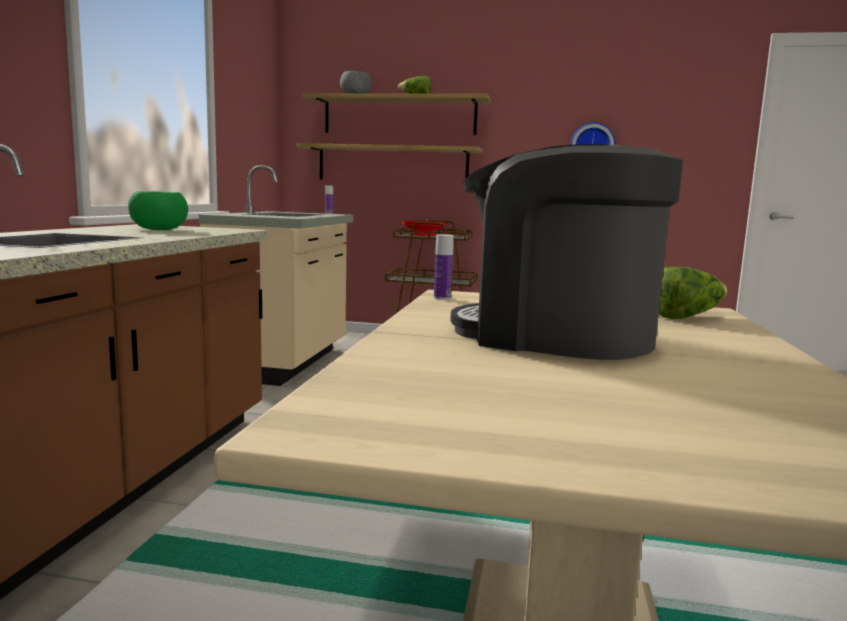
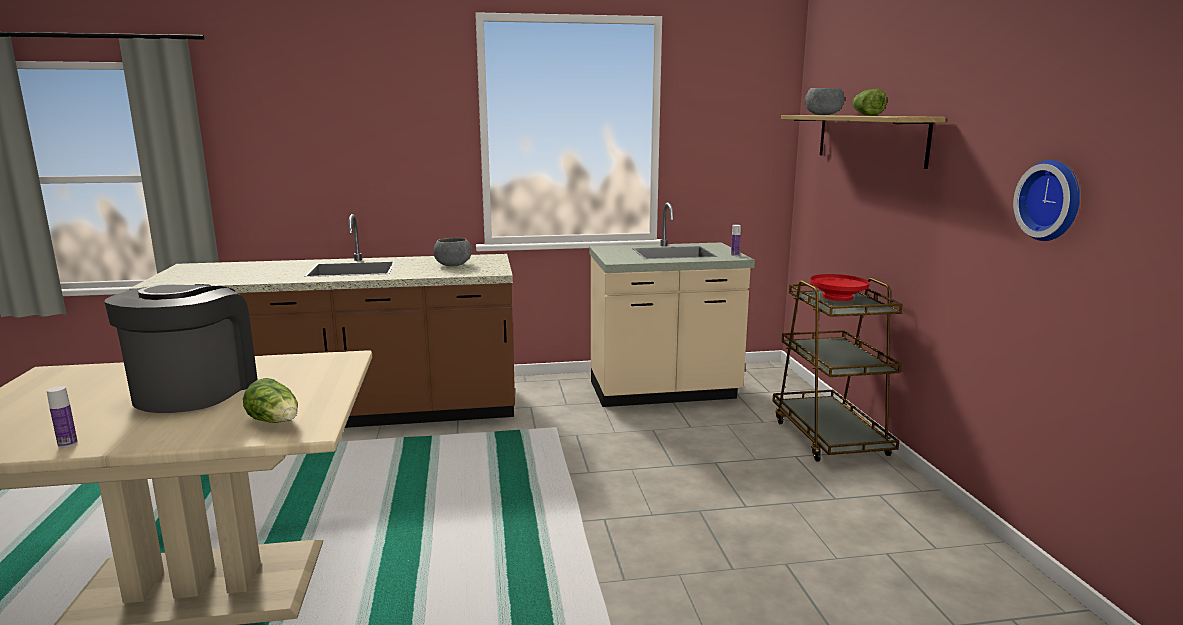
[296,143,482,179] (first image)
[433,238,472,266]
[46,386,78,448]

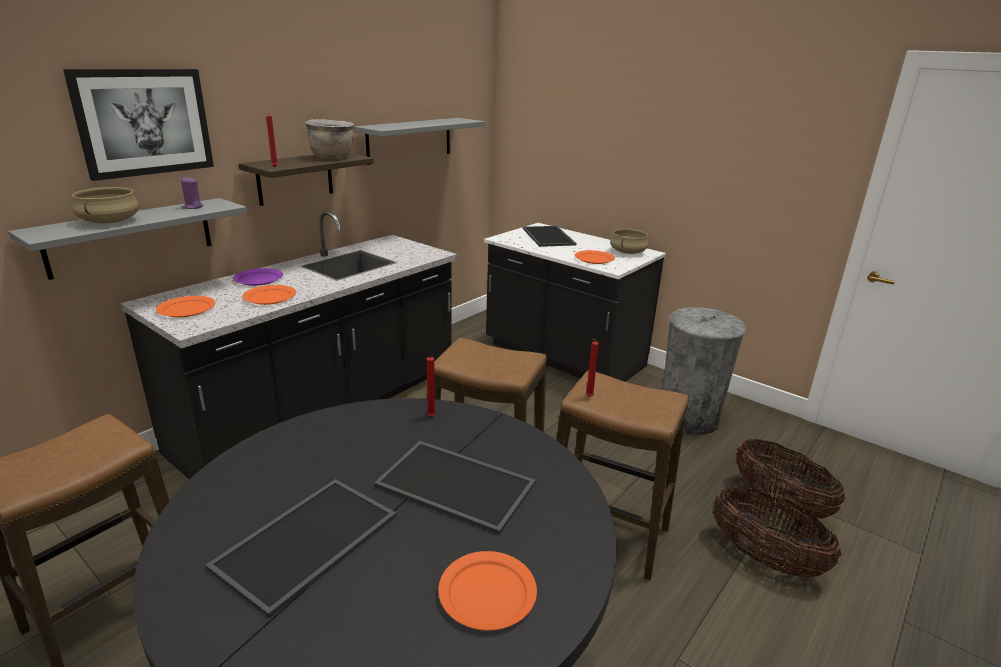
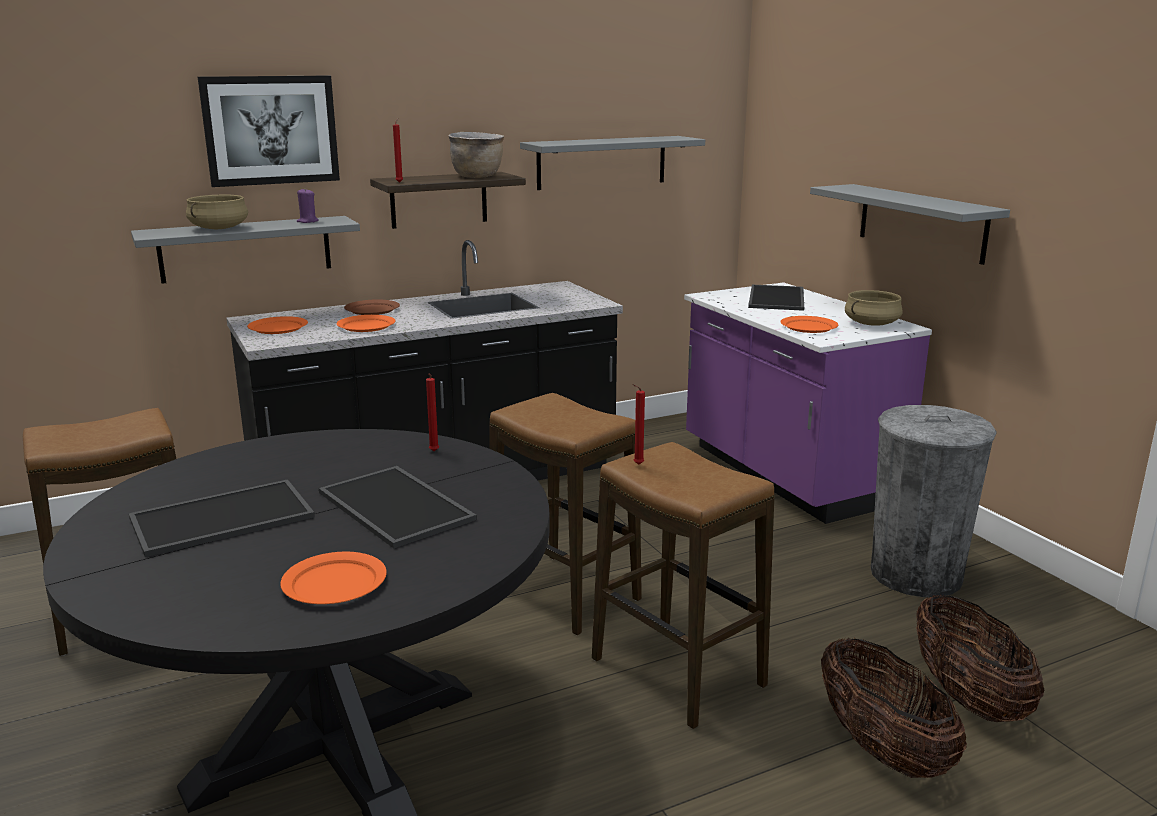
[684,282,932,524]
[344,299,400,315]
[810,184,1010,265]

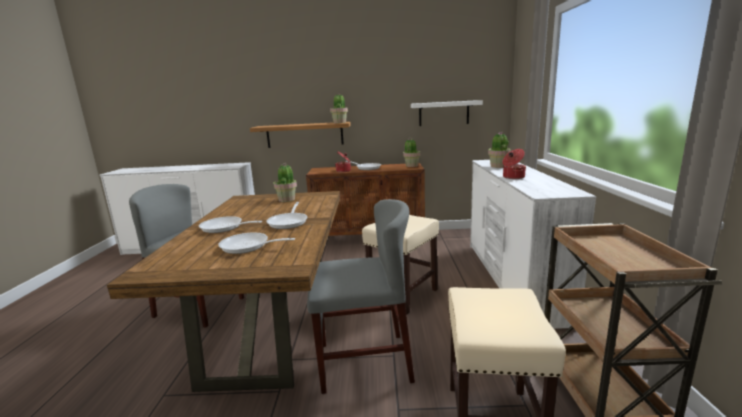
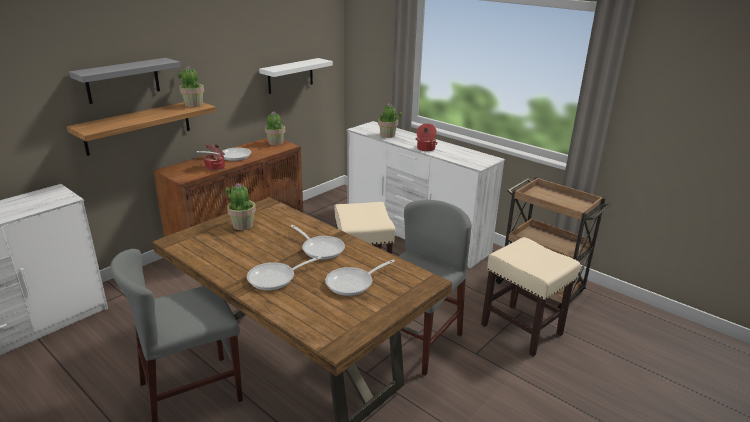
[69,58,181,104]

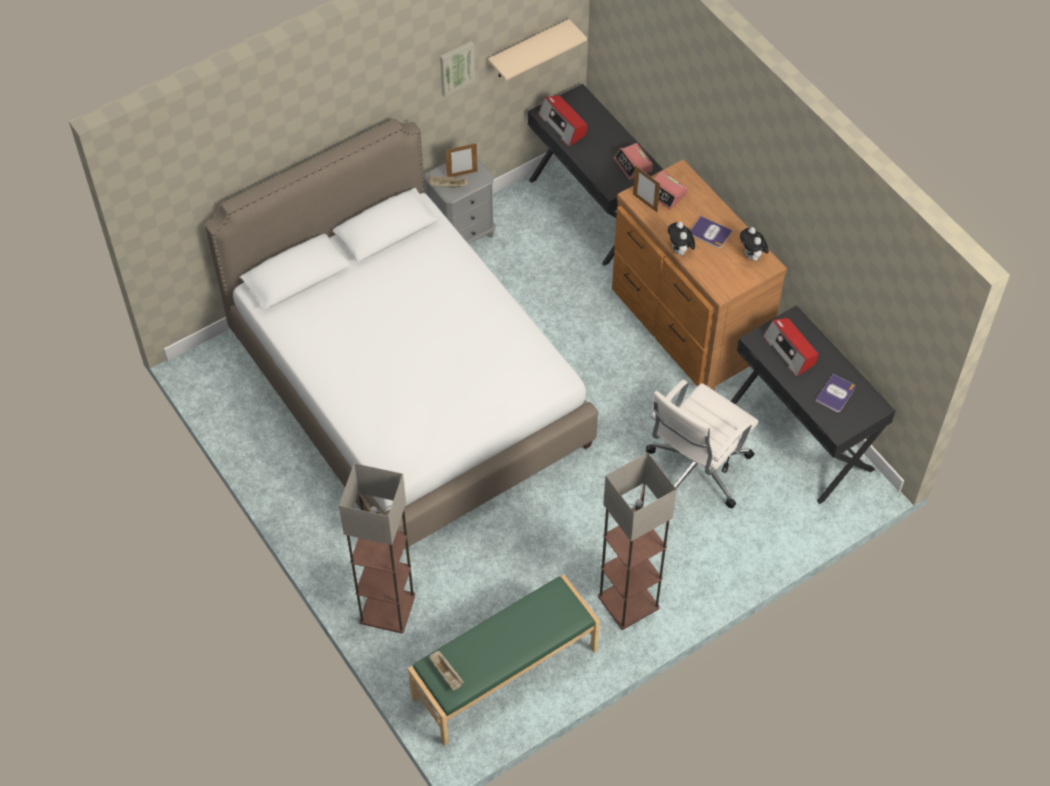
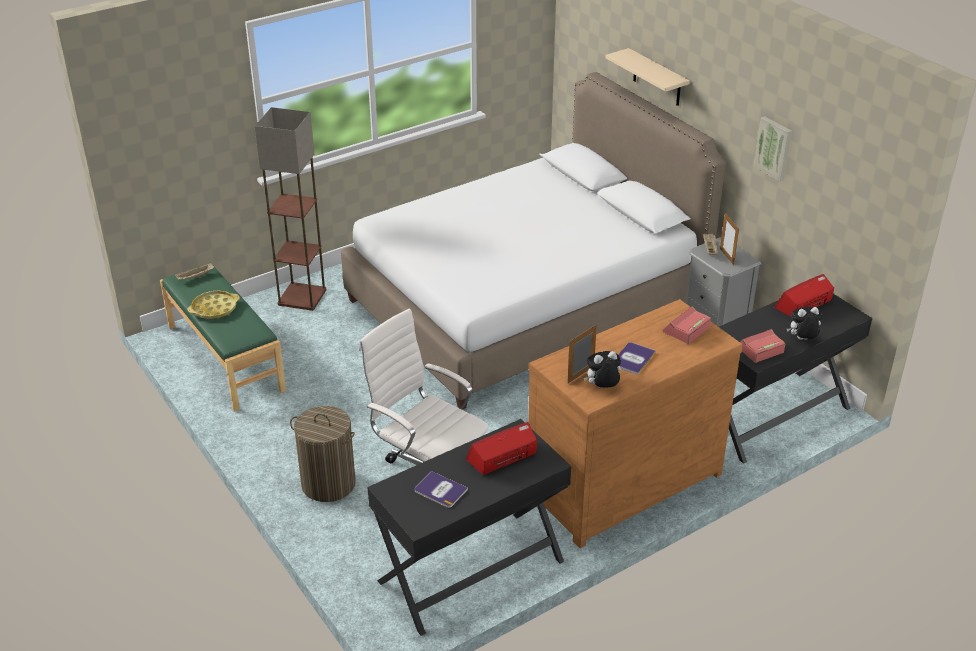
[605,48,690,106]
[567,324,597,384]
[787,307,822,340]
[598,453,677,630] (first image)
[187,291,240,319]
[290,406,356,502]

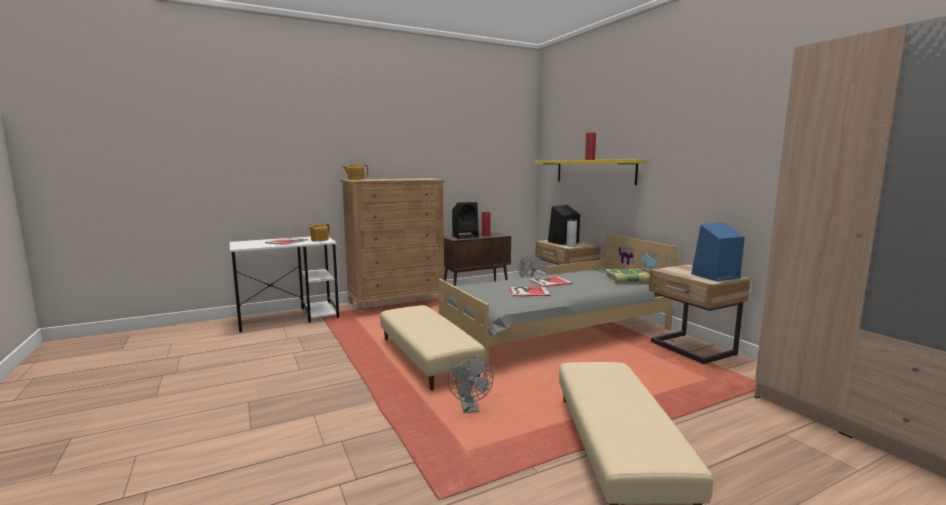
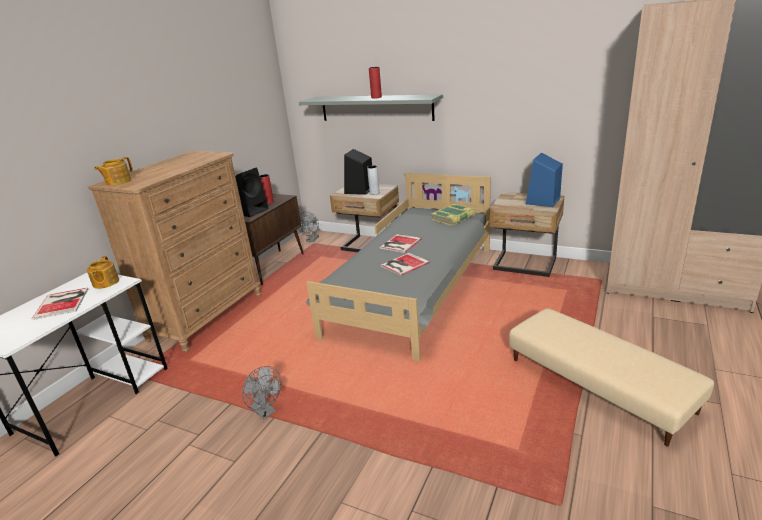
[299,94,443,121]
[380,305,485,390] (first image)
[242,366,281,419]

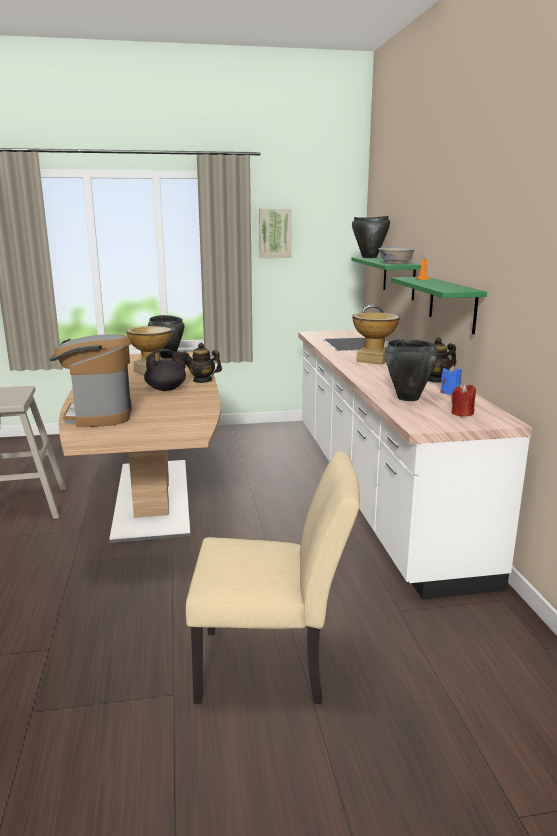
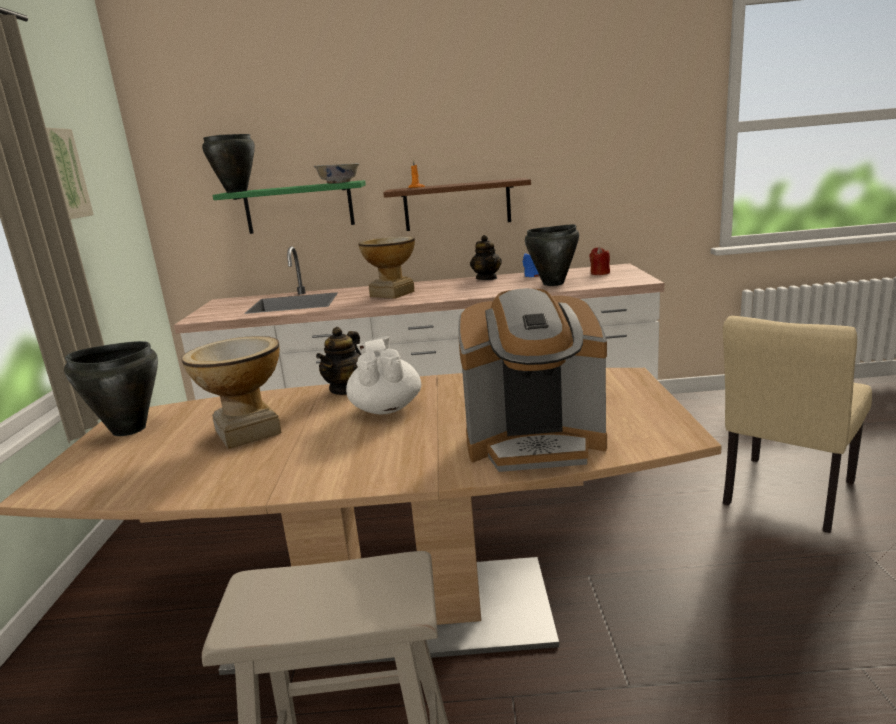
[383,178,531,231]
[346,336,421,415]
[723,316,872,533]

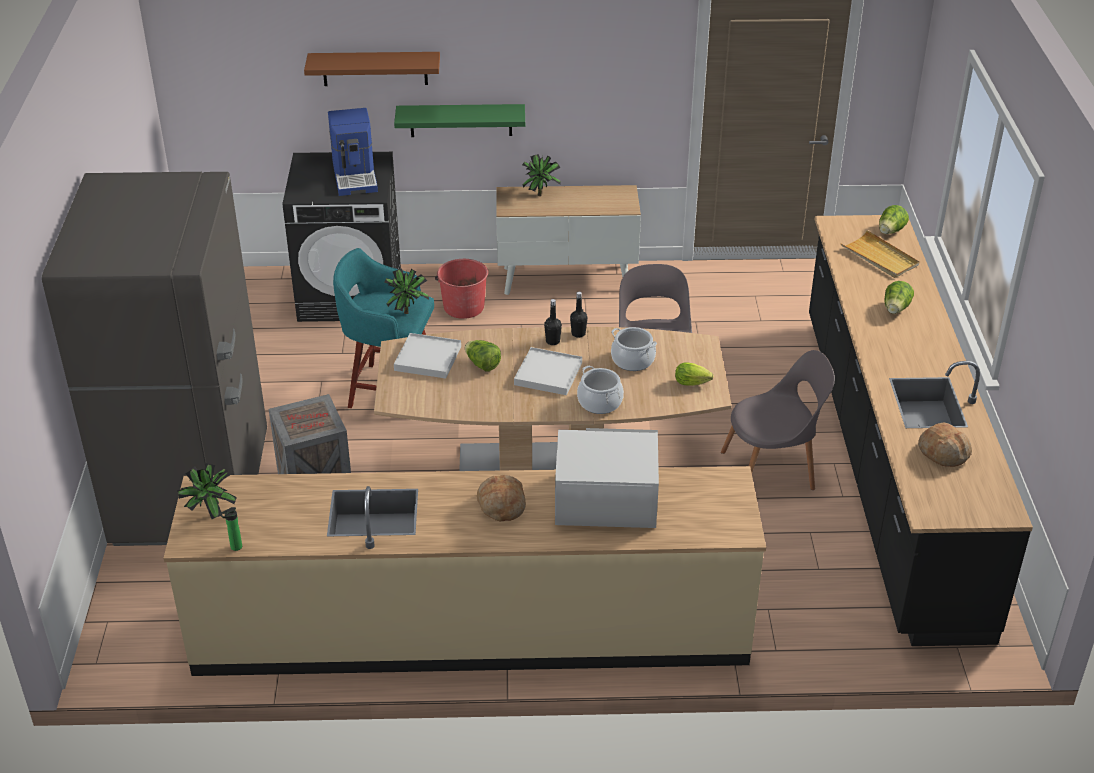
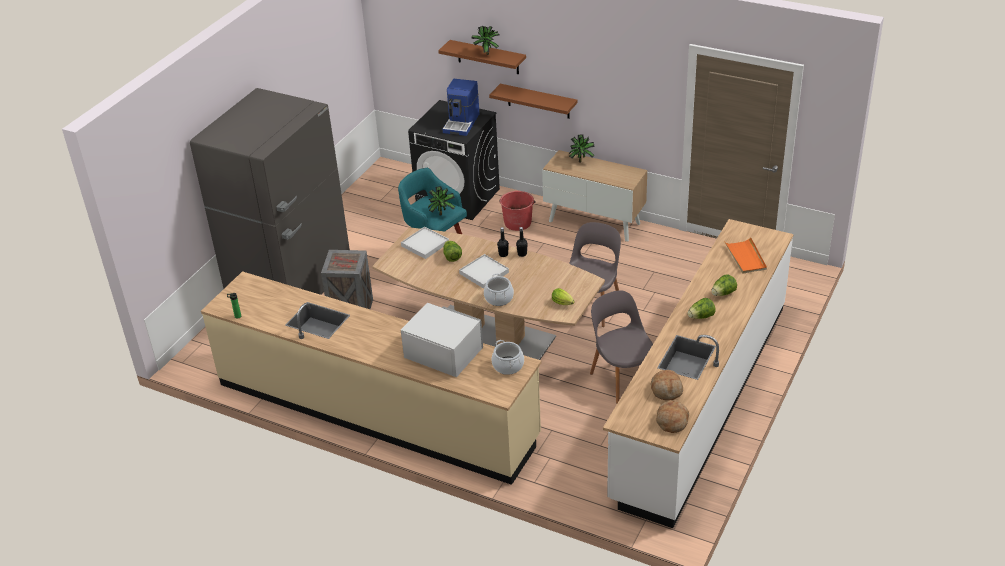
[489,84,577,119]
[688,298,716,319]
[603,219,794,528]
[724,237,767,274]
[492,340,524,375]
[590,290,653,404]
[471,26,499,55]
[656,401,689,433]

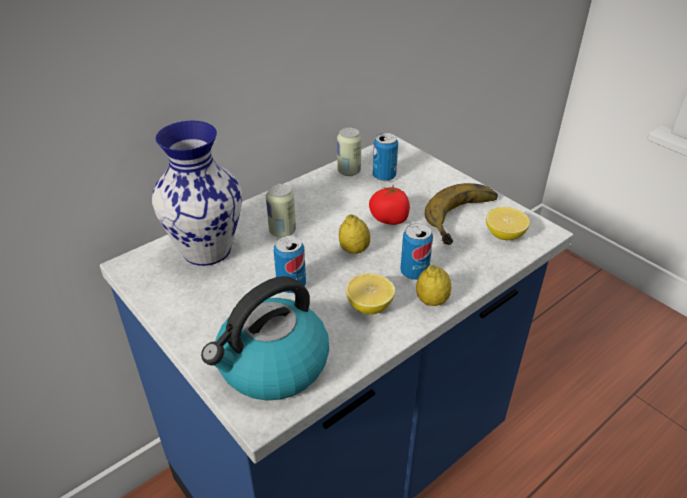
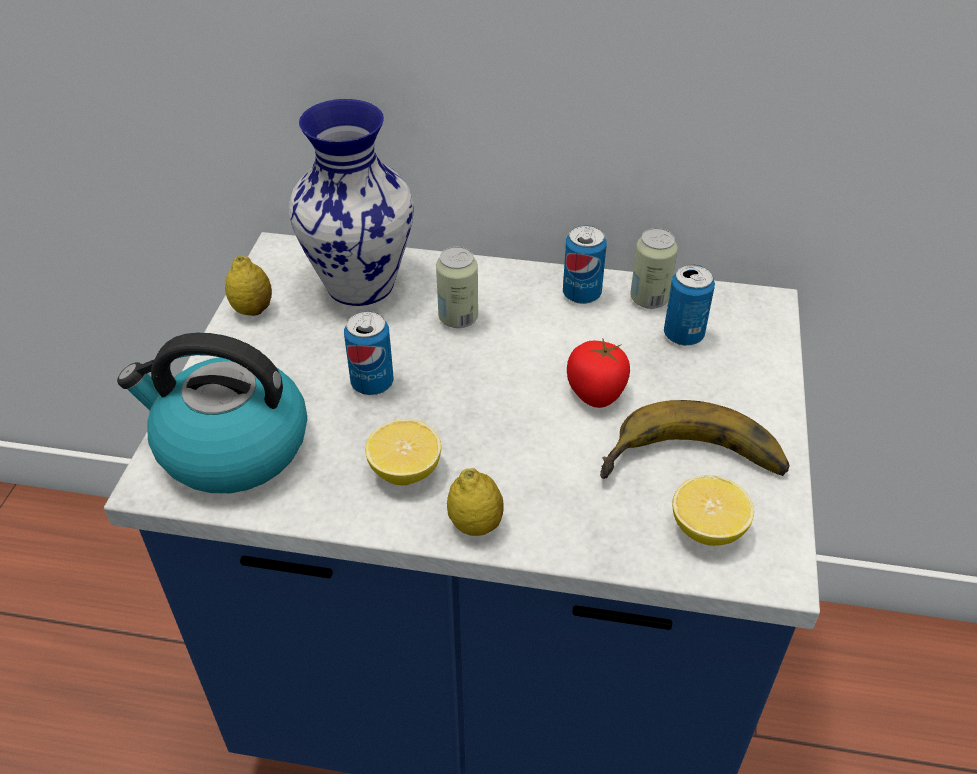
[225,256,272,316]
[563,225,607,304]

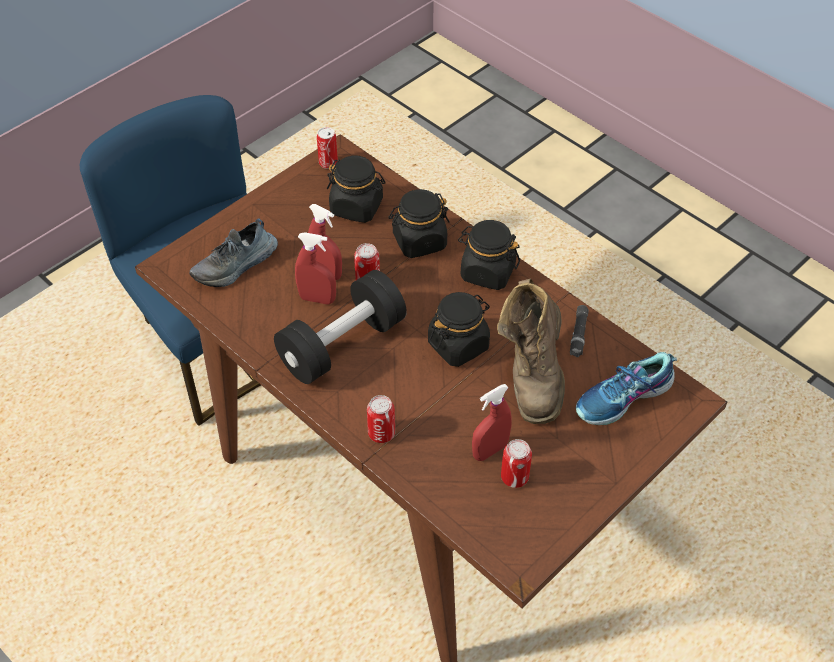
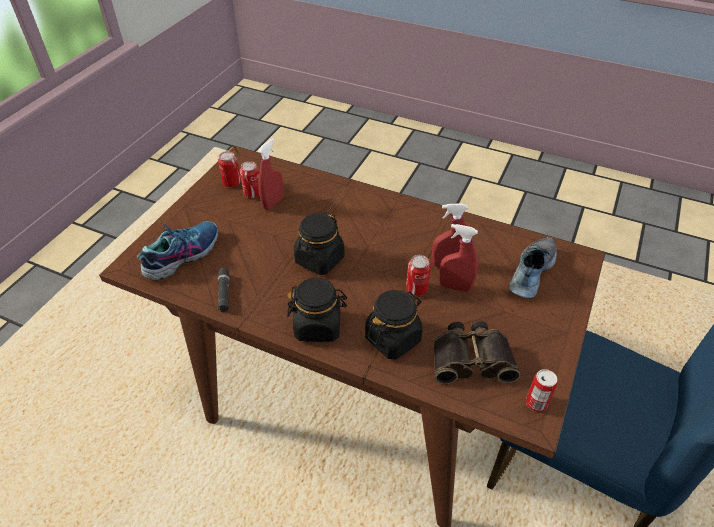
[433,321,521,384]
[274,270,407,384] (first image)
[497,279,565,424] (first image)
[218,151,241,187]

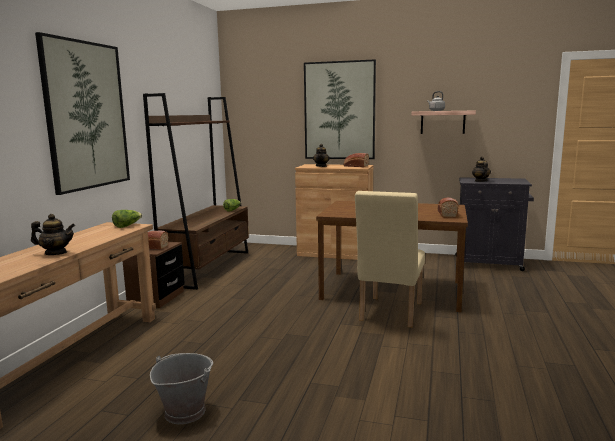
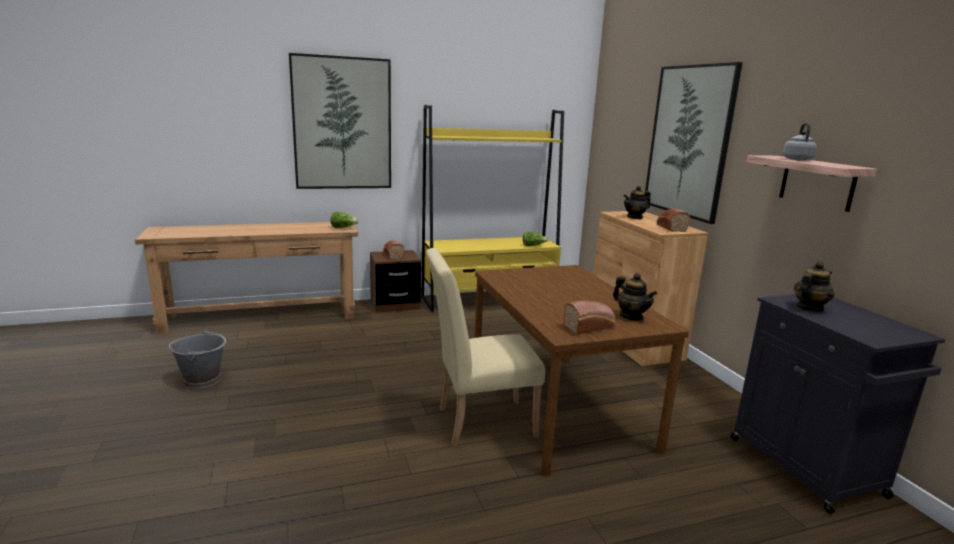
[421,105,564,312]
[613,273,657,320]

